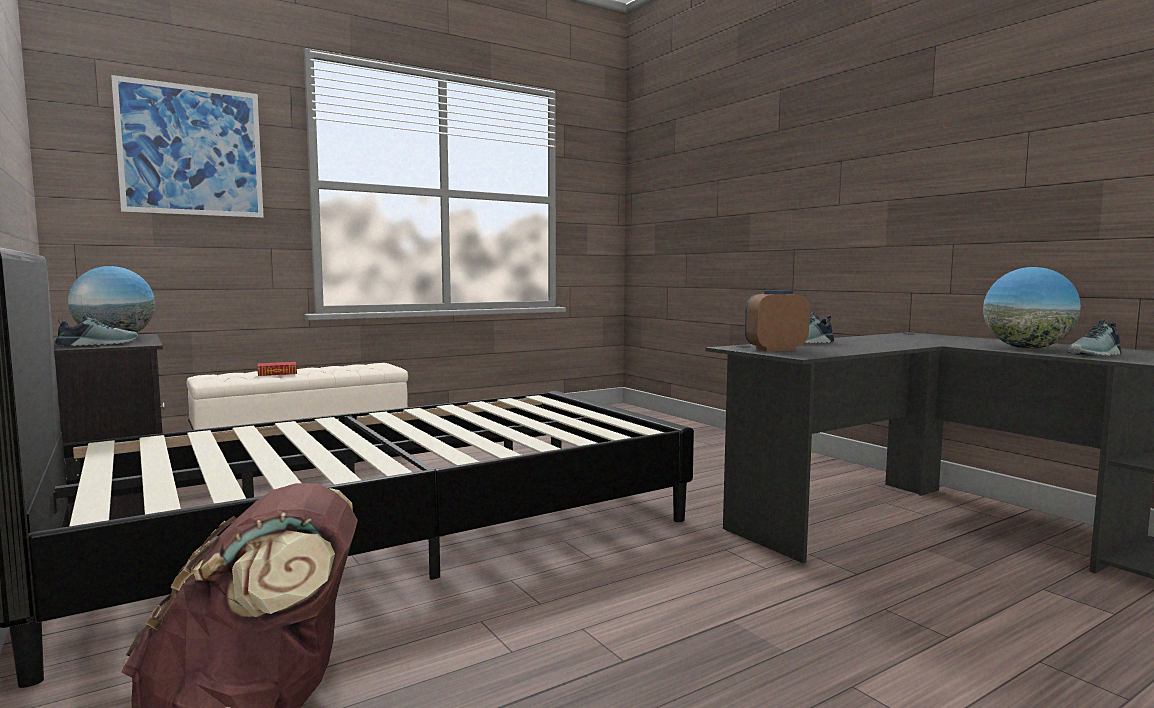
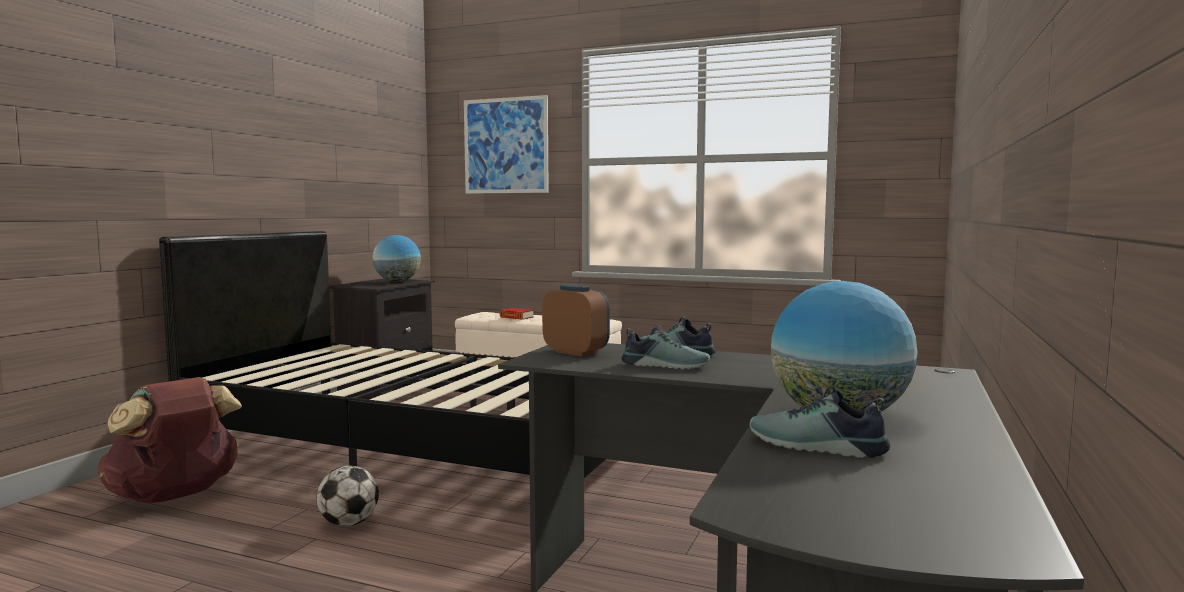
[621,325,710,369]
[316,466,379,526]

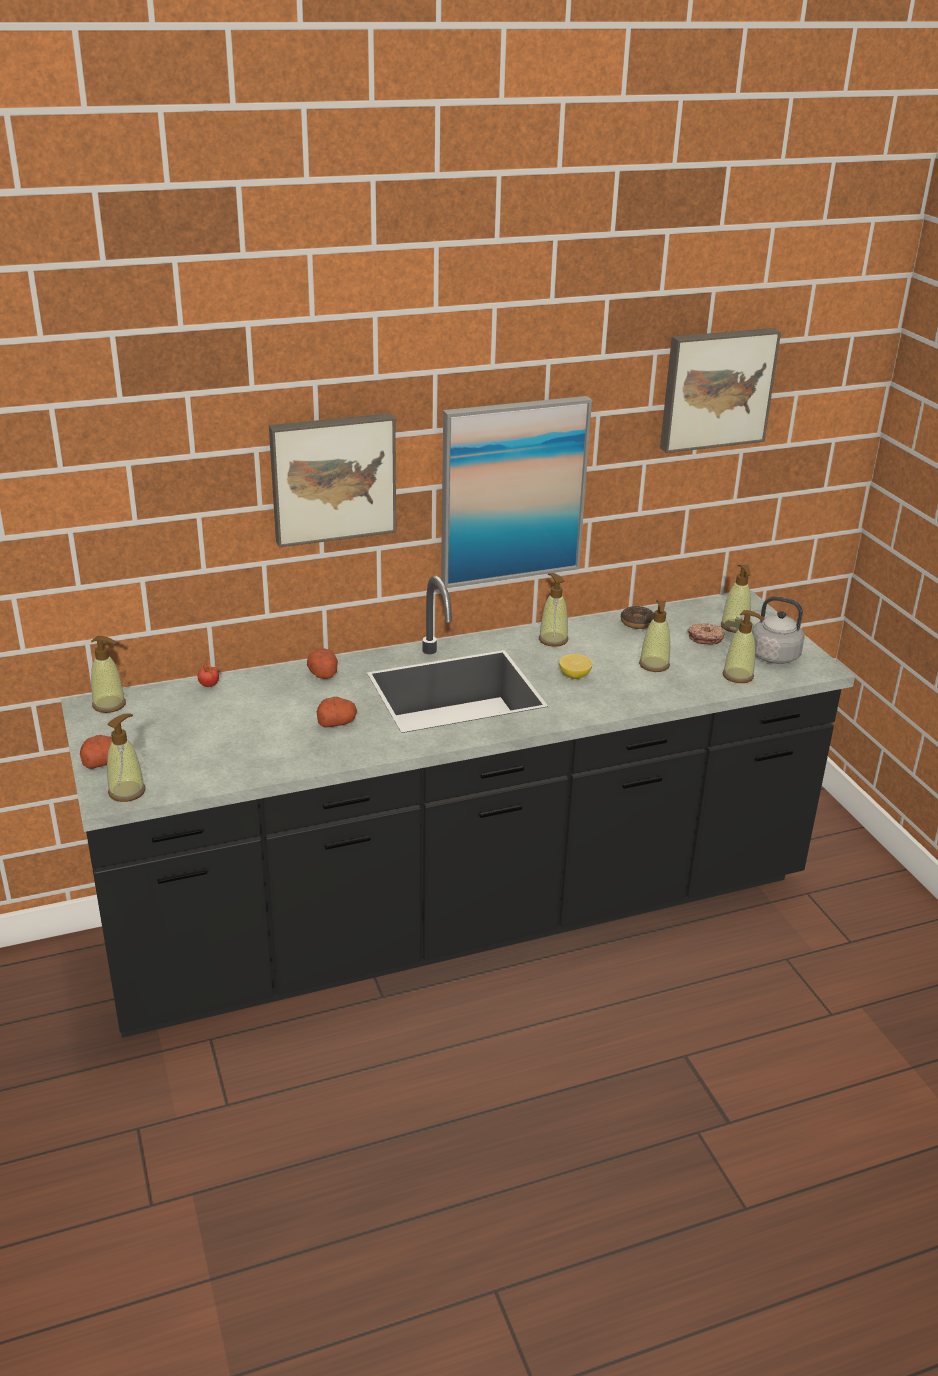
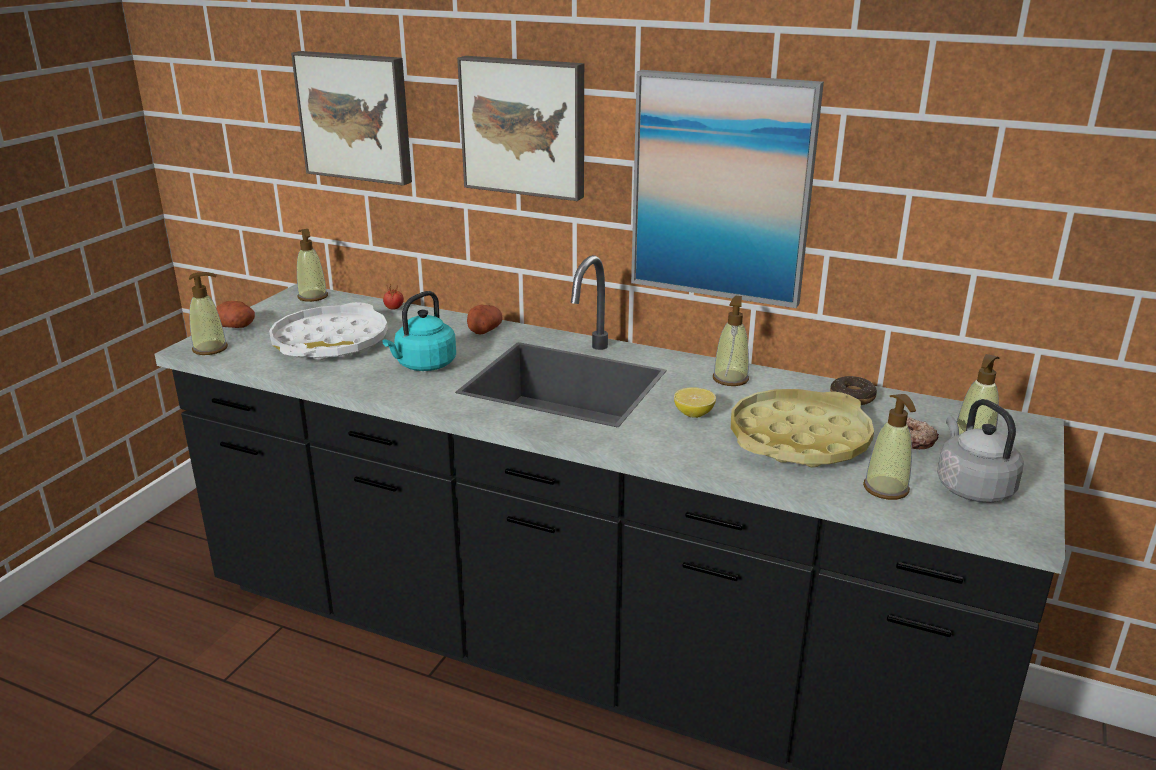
[291,51,412,186]
[731,389,874,468]
[382,291,456,371]
[269,302,388,361]

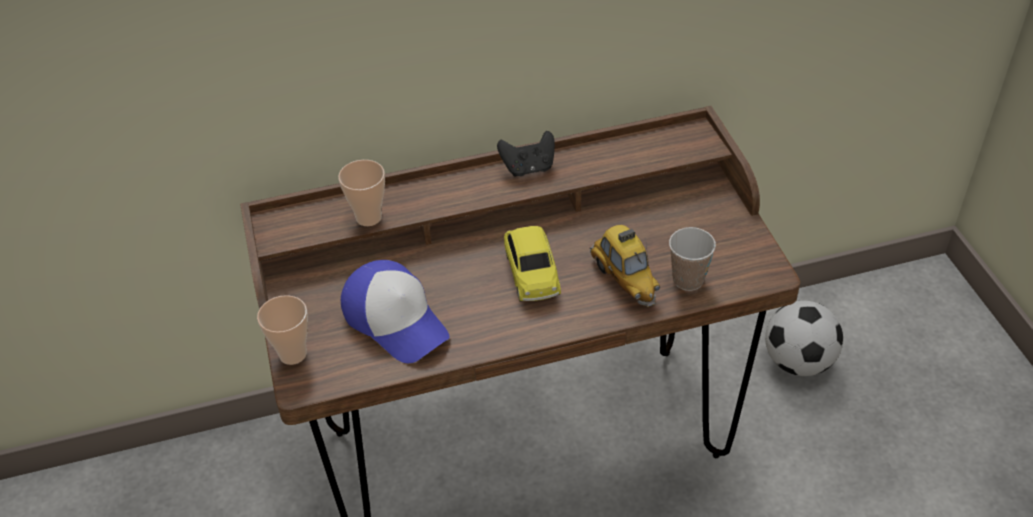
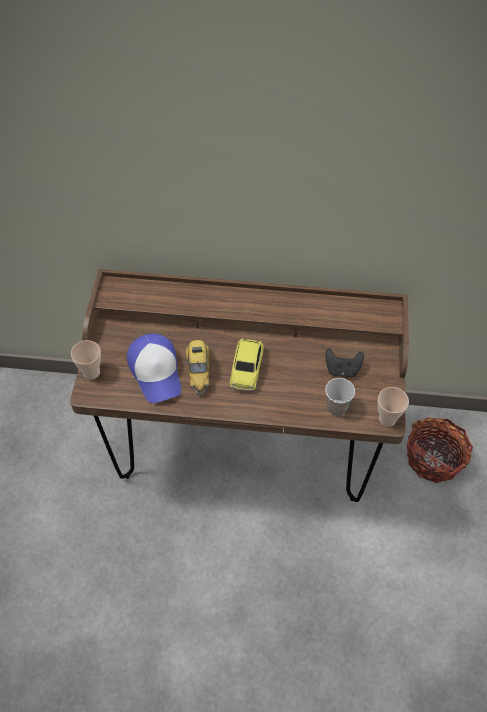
[325,348,364,378]
[377,387,409,427]
[186,340,210,395]
[407,418,473,483]

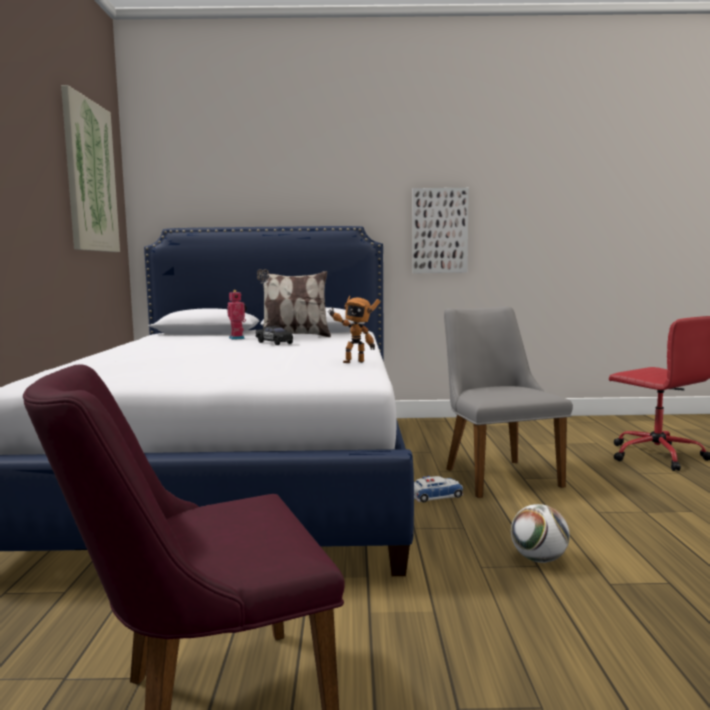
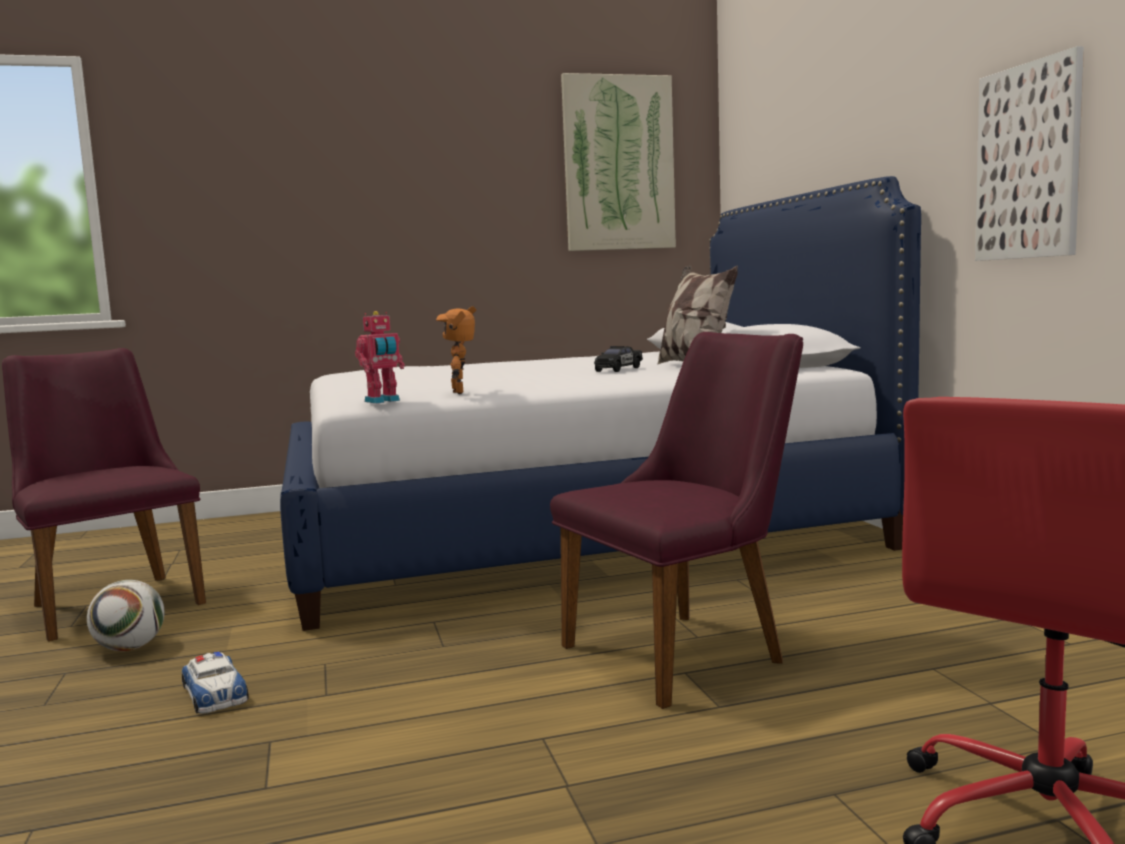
[355,311,405,404]
[550,332,803,709]
[182,652,249,714]
[87,580,165,651]

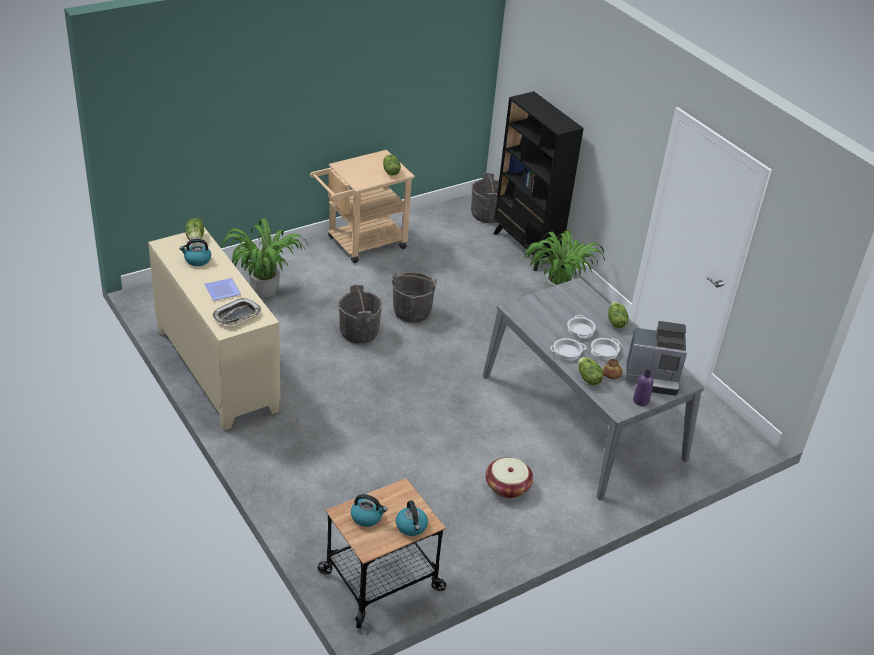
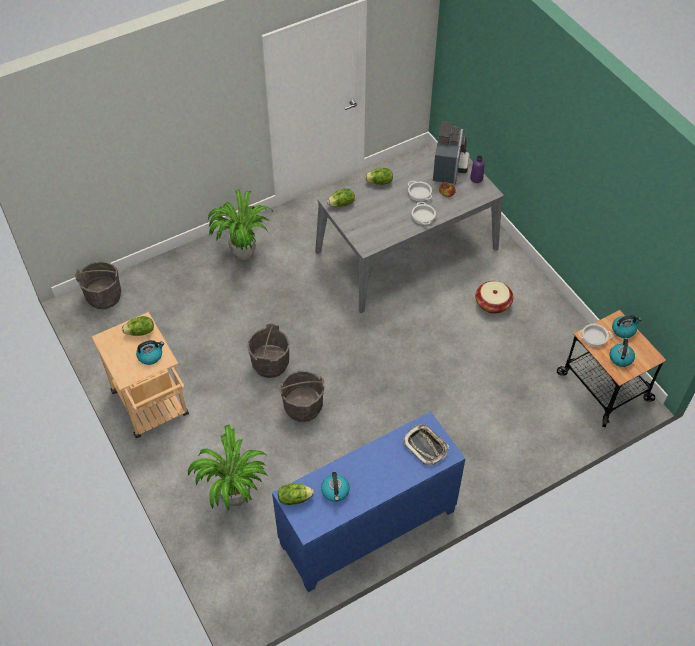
[494,91,584,271] (first image)
[272,411,466,592]
[204,278,241,301] (first image)
[579,324,613,347]
[327,189,355,207]
[136,340,164,365]

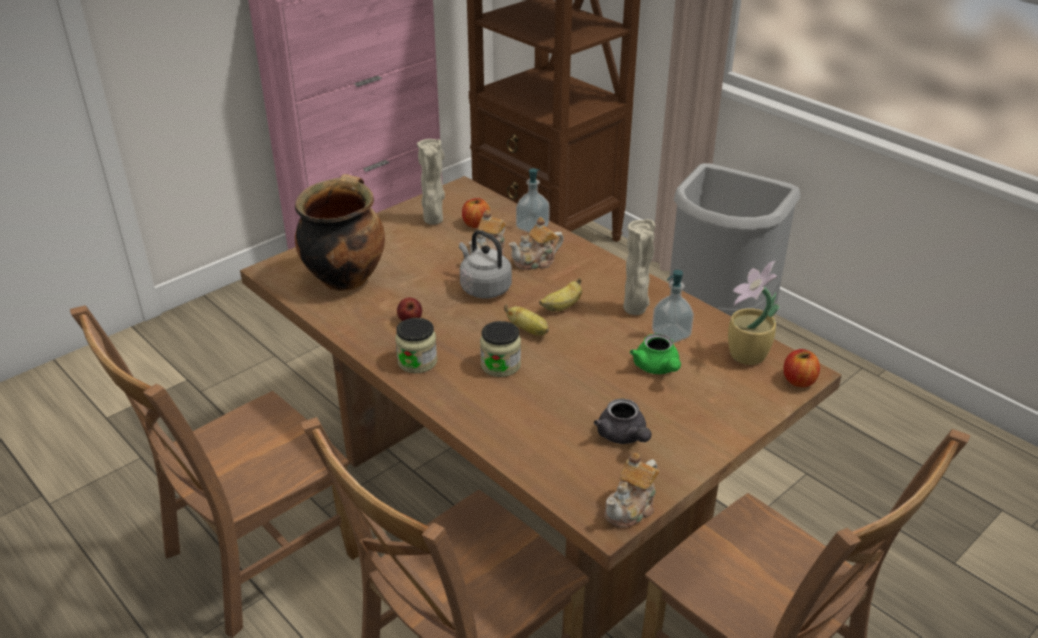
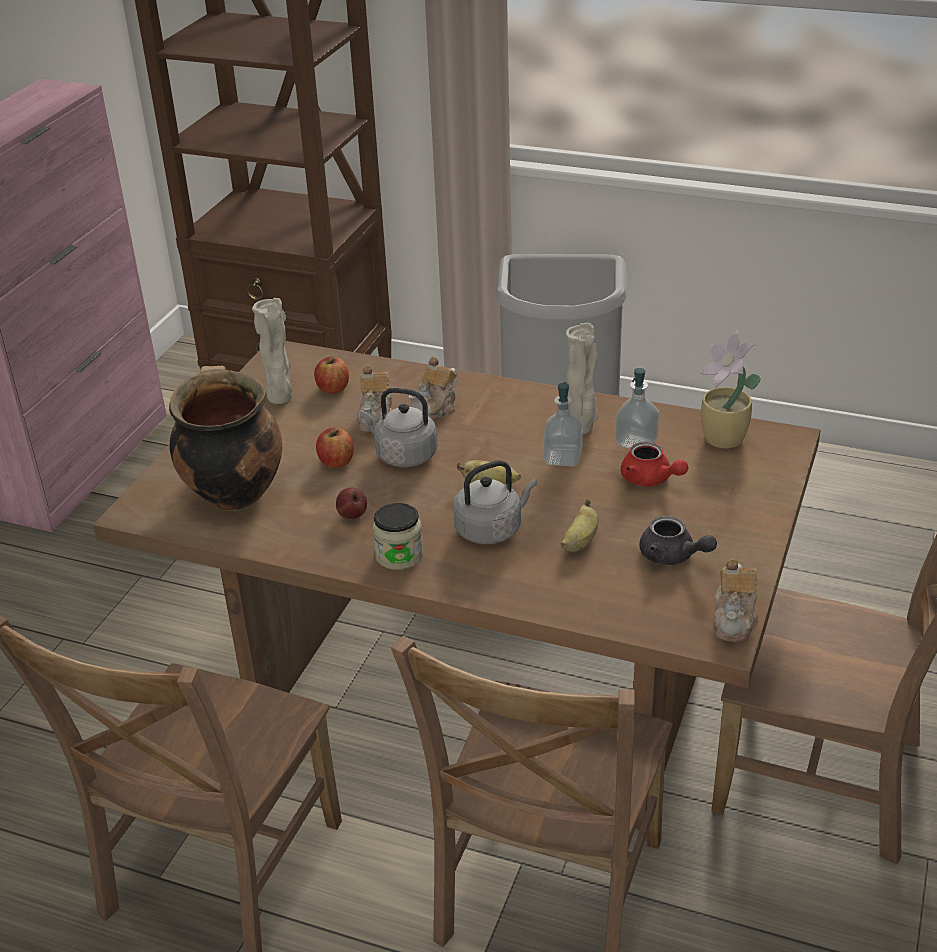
[543,382,583,467]
[561,500,598,552]
[453,460,537,544]
[621,442,688,487]
[316,428,354,468]

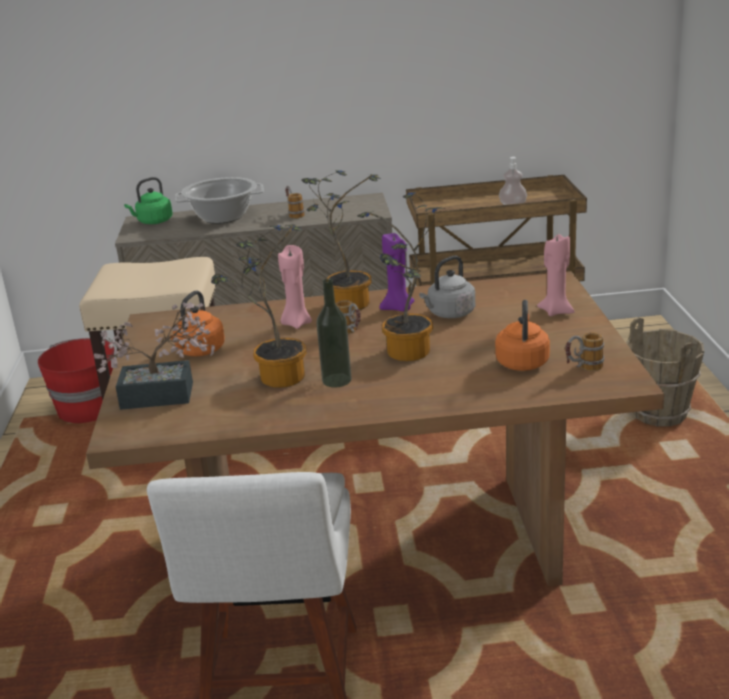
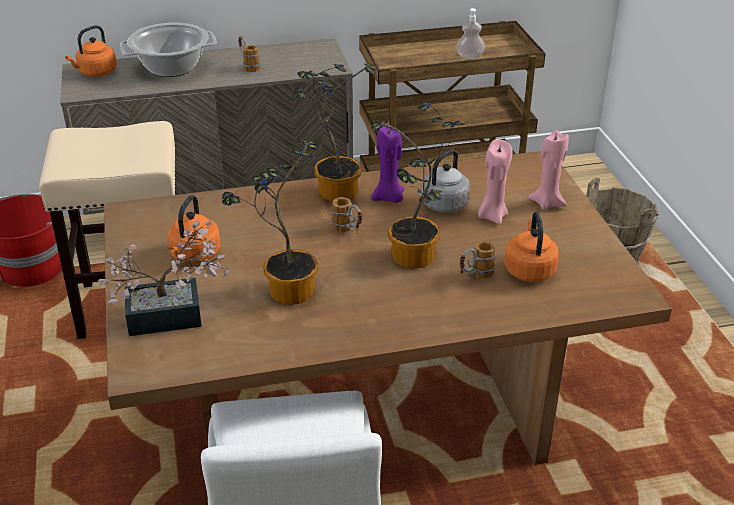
[65,25,117,77]
[478,139,512,224]
[316,278,352,388] (first image)
[460,241,496,279]

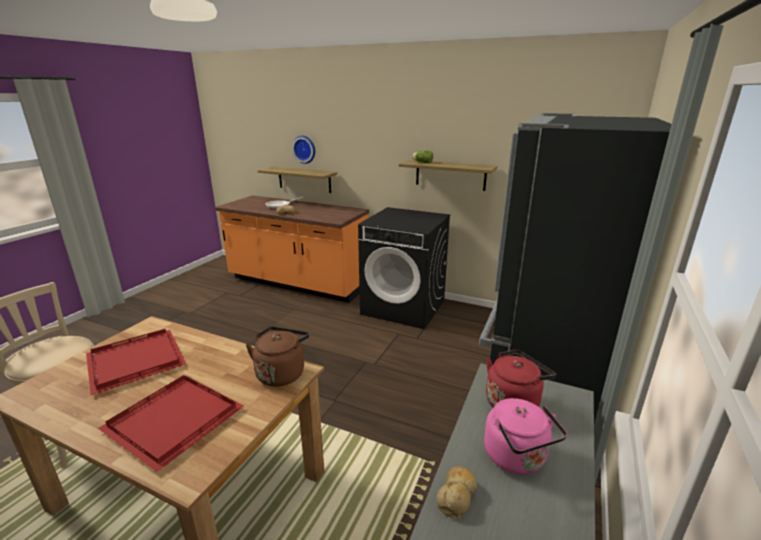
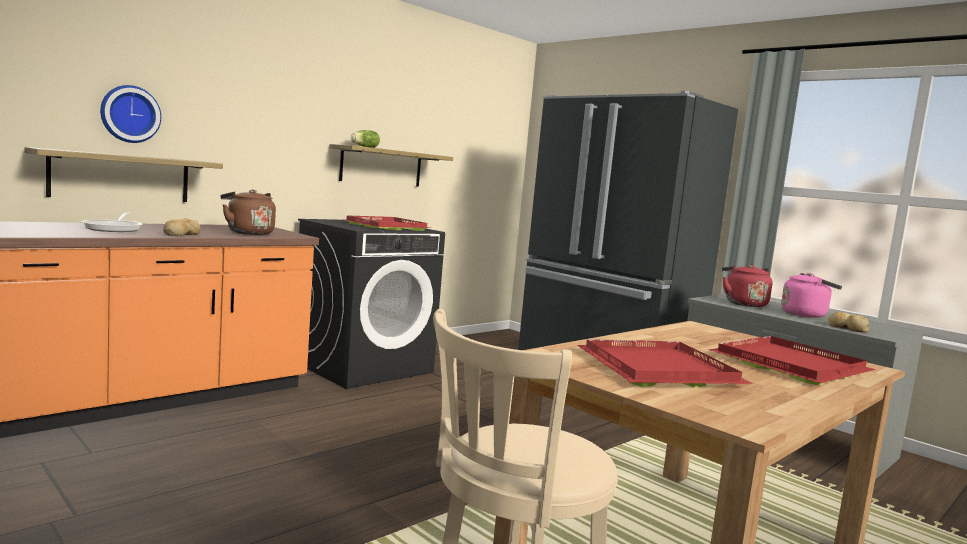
[220,190,276,235]
[341,215,430,231]

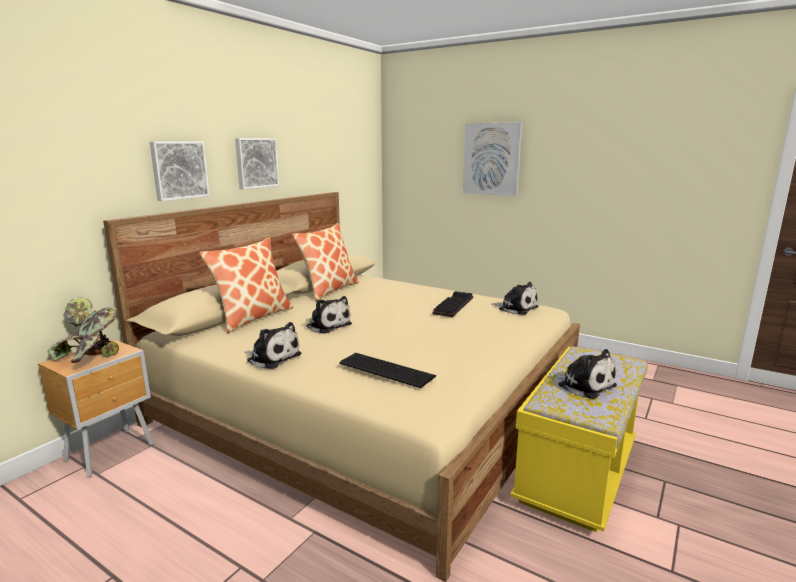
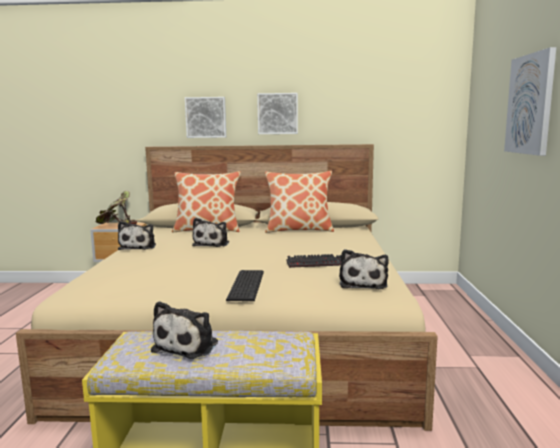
[226,270,264,301]

